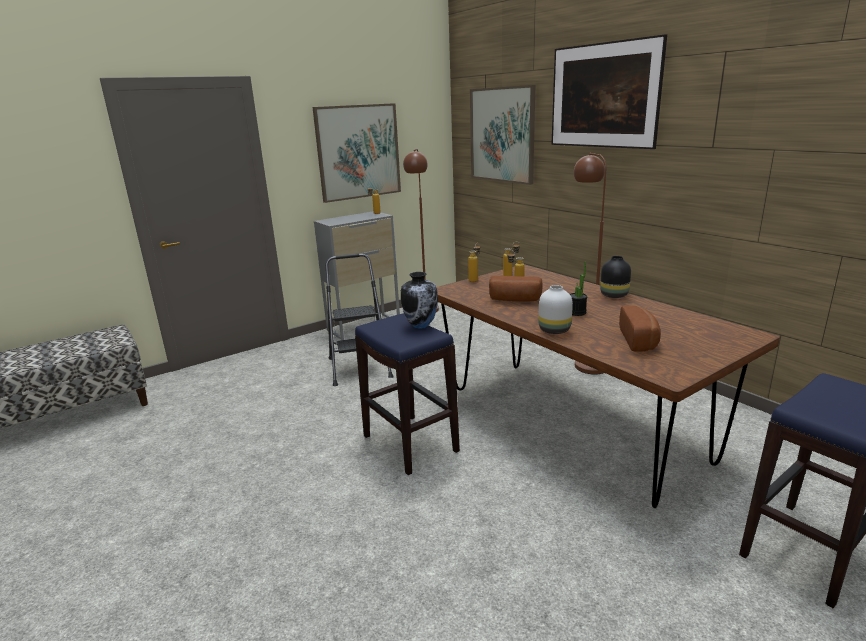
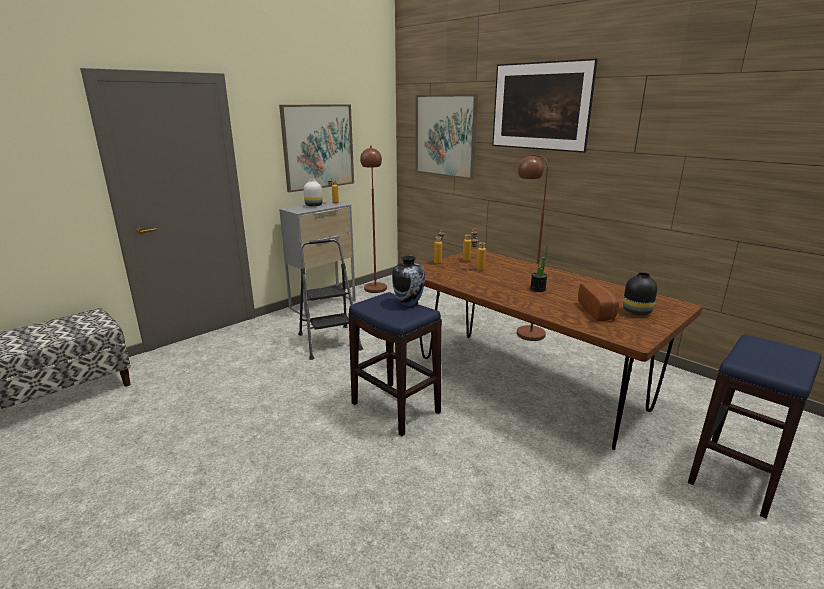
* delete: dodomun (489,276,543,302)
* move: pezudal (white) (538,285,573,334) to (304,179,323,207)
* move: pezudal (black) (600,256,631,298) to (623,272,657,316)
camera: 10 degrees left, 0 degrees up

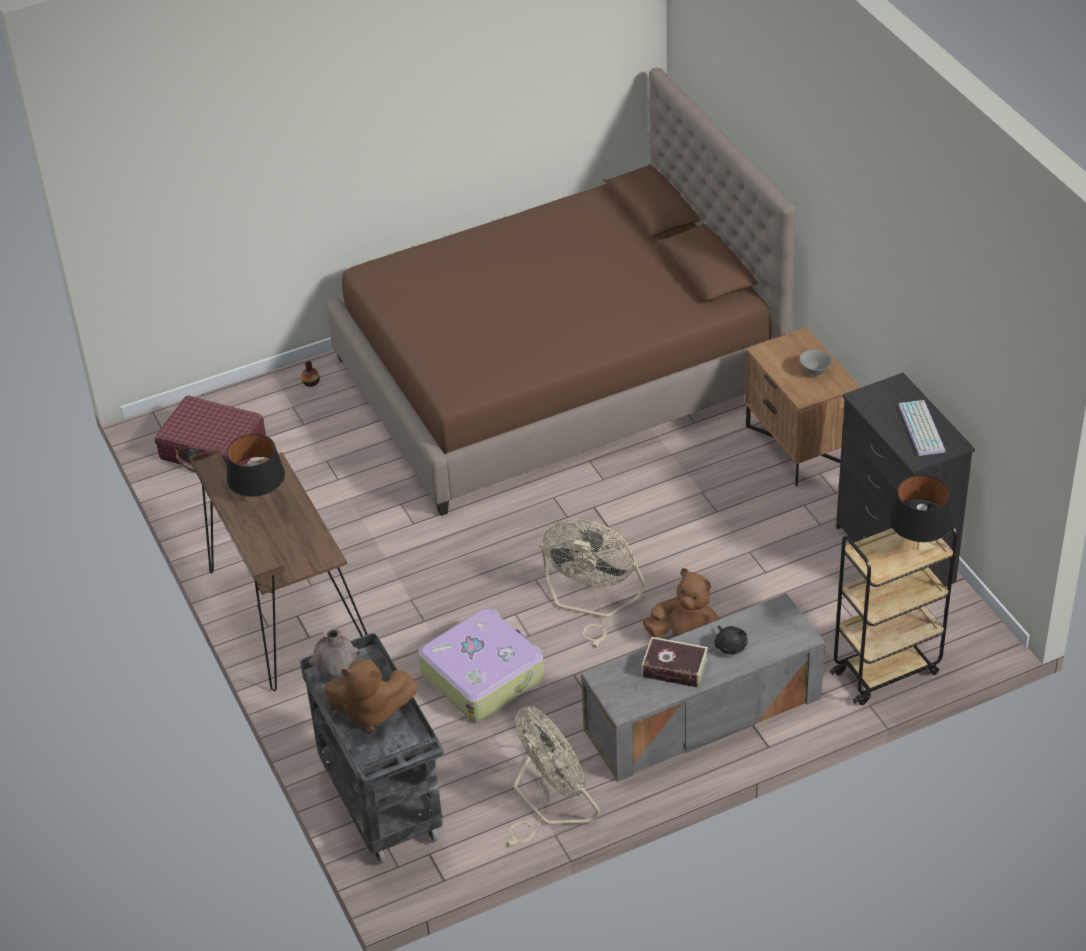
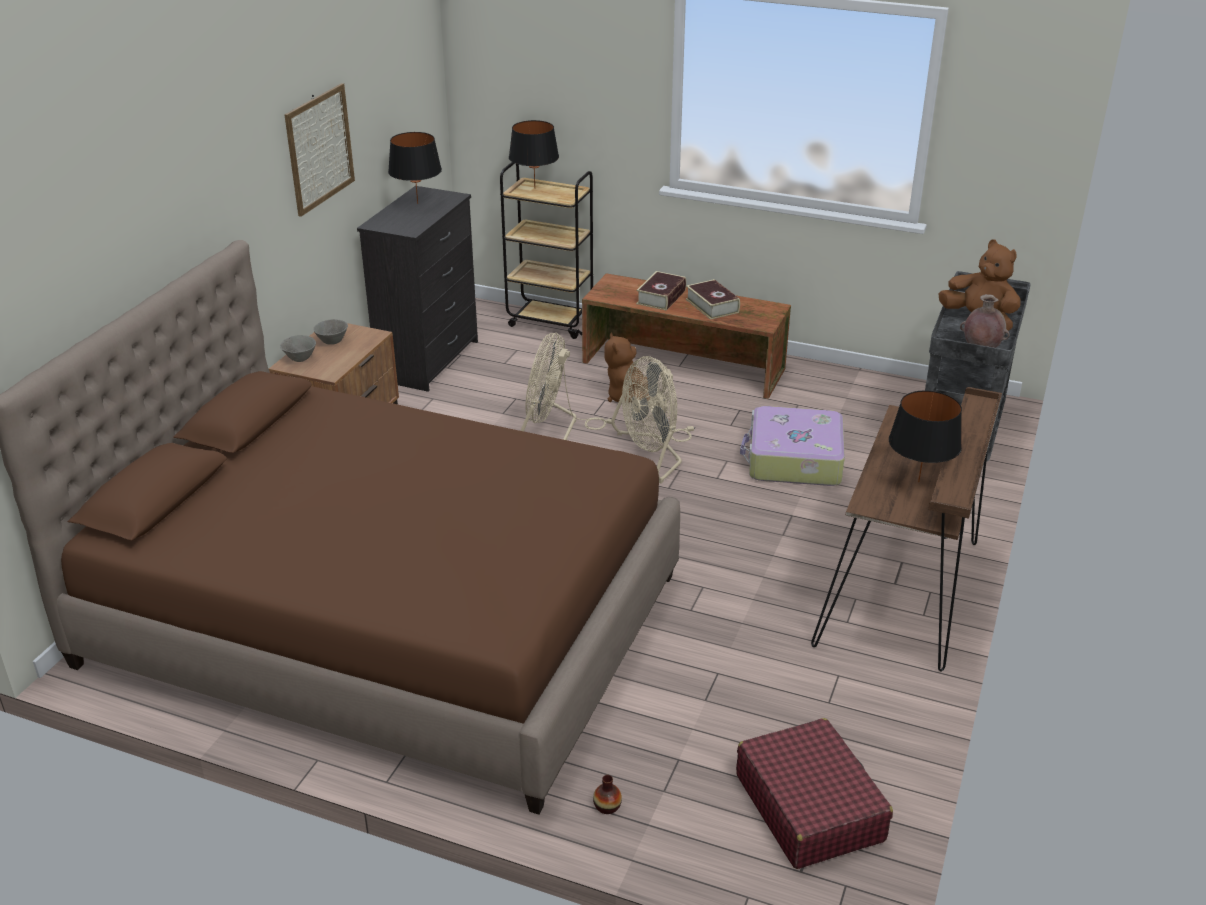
* move: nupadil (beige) (507,706,599,847) to (521,333,612,440)
* recolor: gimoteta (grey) (581,594,825,781) to gimoteta (brown) (582,273,791,399)
* replace: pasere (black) (714,626,748,654) to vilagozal (636,271,686,310)
* replace: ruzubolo (898,400,945,456) to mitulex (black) (388,132,442,204)
* insert: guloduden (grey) (280,335,316,362)
* insert: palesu (284,83,355,217)
camera: 135 degrees left, 10 degrees down

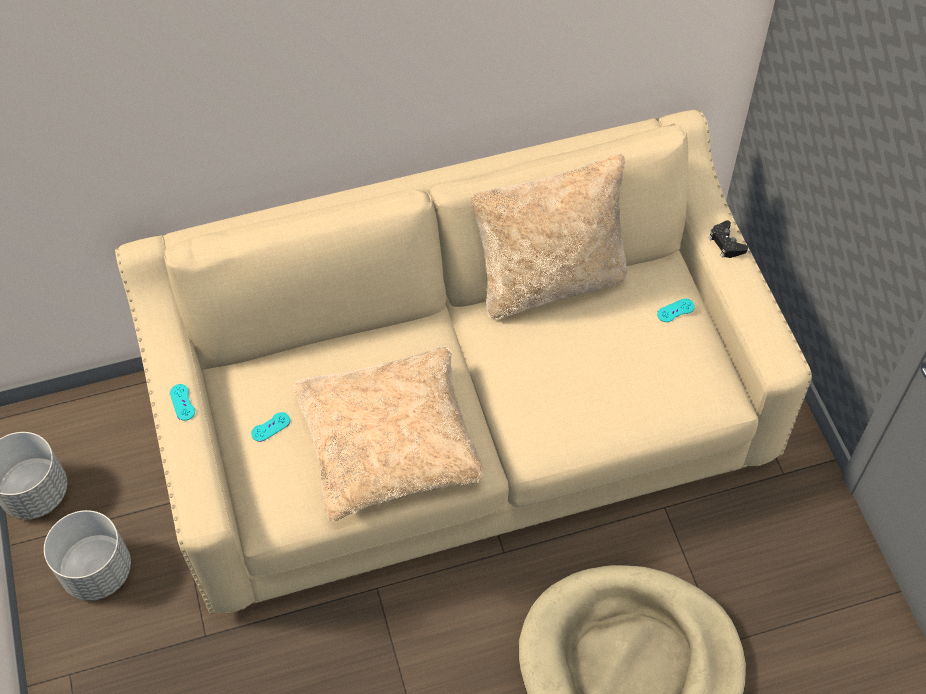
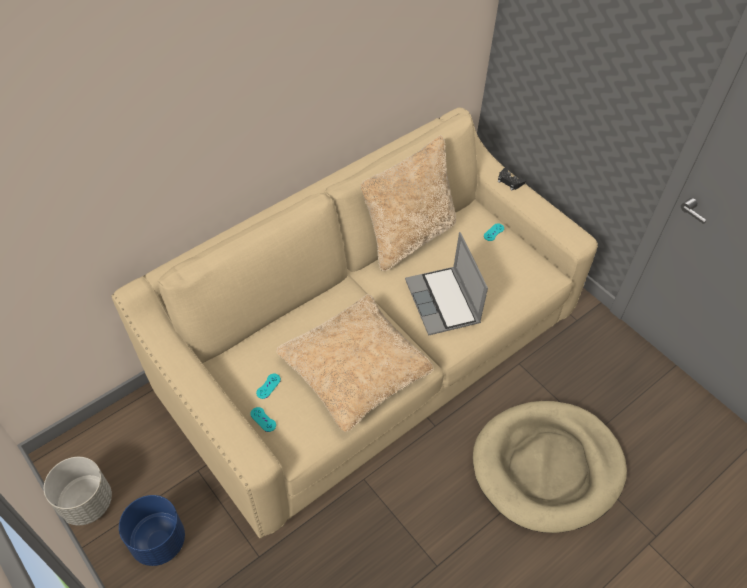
* recolor: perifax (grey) (44,510,131,601) to perifax (blue) (119,495,185,566)
* move: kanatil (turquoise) (170,384,195,421) to (250,407,276,432)
* insert: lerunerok (405,232,488,336)
camera: 25 degrees left, 5 degrees down

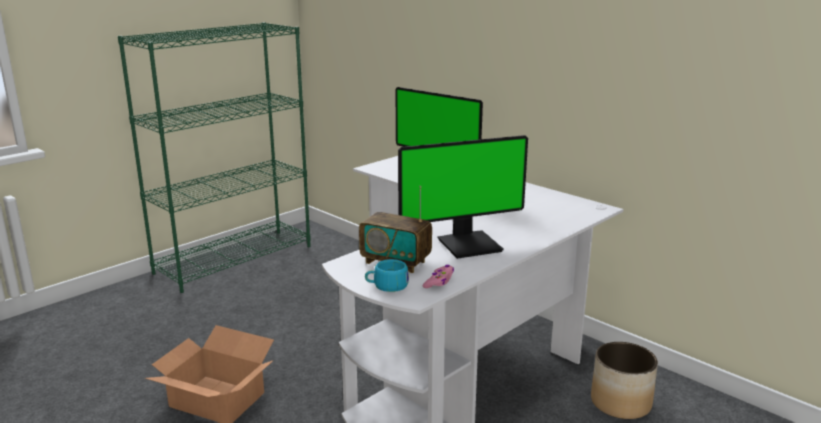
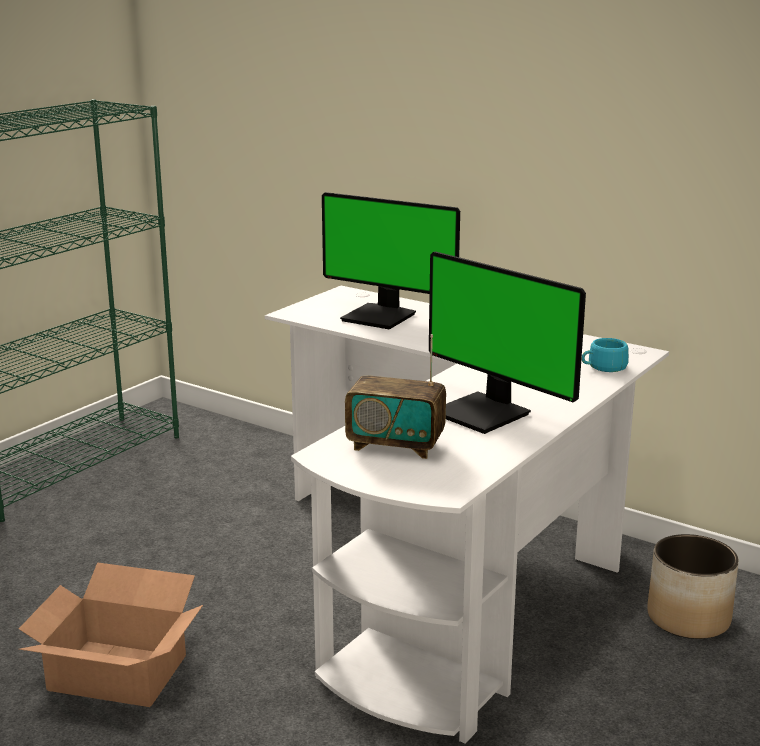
* move: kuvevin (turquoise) (365,259,409,292) to (582,338,629,372)
* rotate: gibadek (398,135,528,259) = (429,251,586,434) 75 degrees clockwise
* delete: kanatil (pink) (422,265,454,288)
camera: 10 degrees left, 0 degrees up

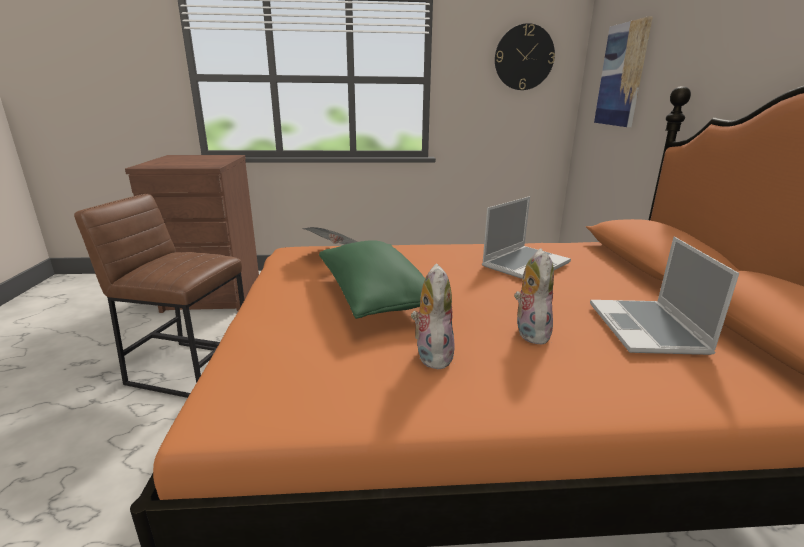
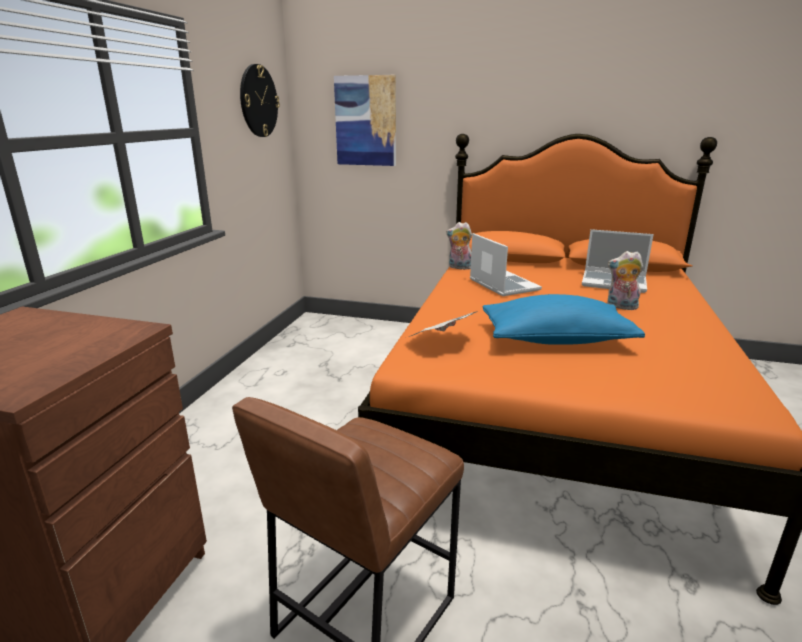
* recolor: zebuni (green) (319,240,425,319) to zebuni (blue) (483,294,645,345)
* move: pasere (411,263,455,369) to (446,222,472,270)
camera: 70 degrees left, 0 degrees up

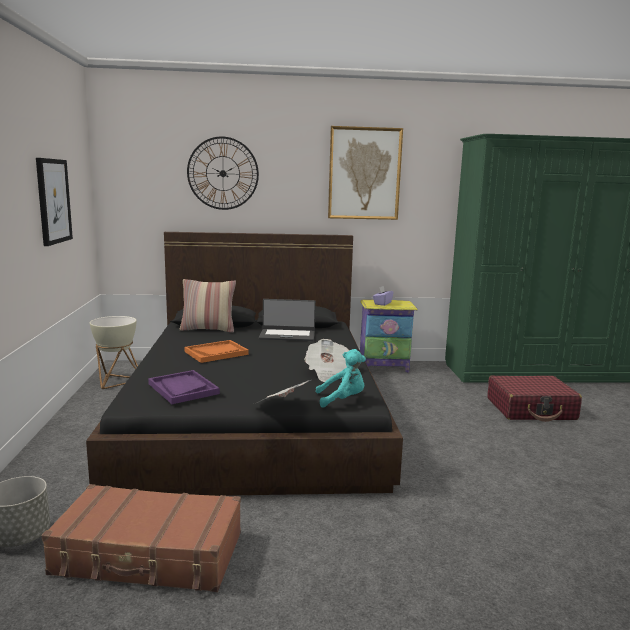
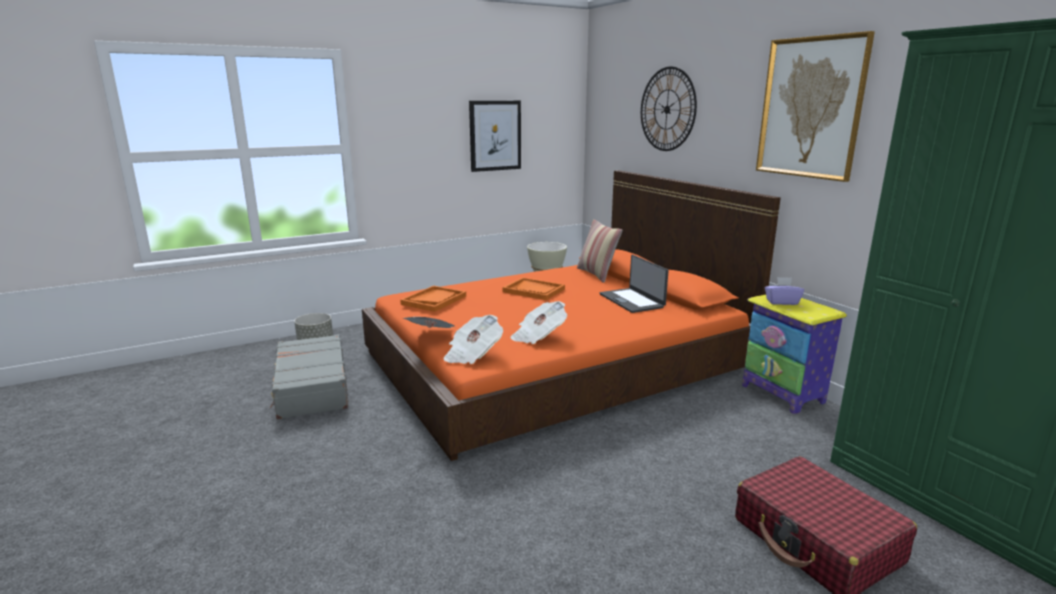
* recolor: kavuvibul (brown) (42,484,241,592) to kavuvibul (grey) (270,334,348,419)
* recolor: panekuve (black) (86,232,403,496) to panekuve (orange) (362,170,781,461)
* recolor: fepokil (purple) (148,370,220,404) to fepokil (orange) (400,286,466,312)
* replace: pasere (turquoise) (316,349,366,408) to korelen (443,315,503,364)
camera: 65 degrees right, 5 degrees up

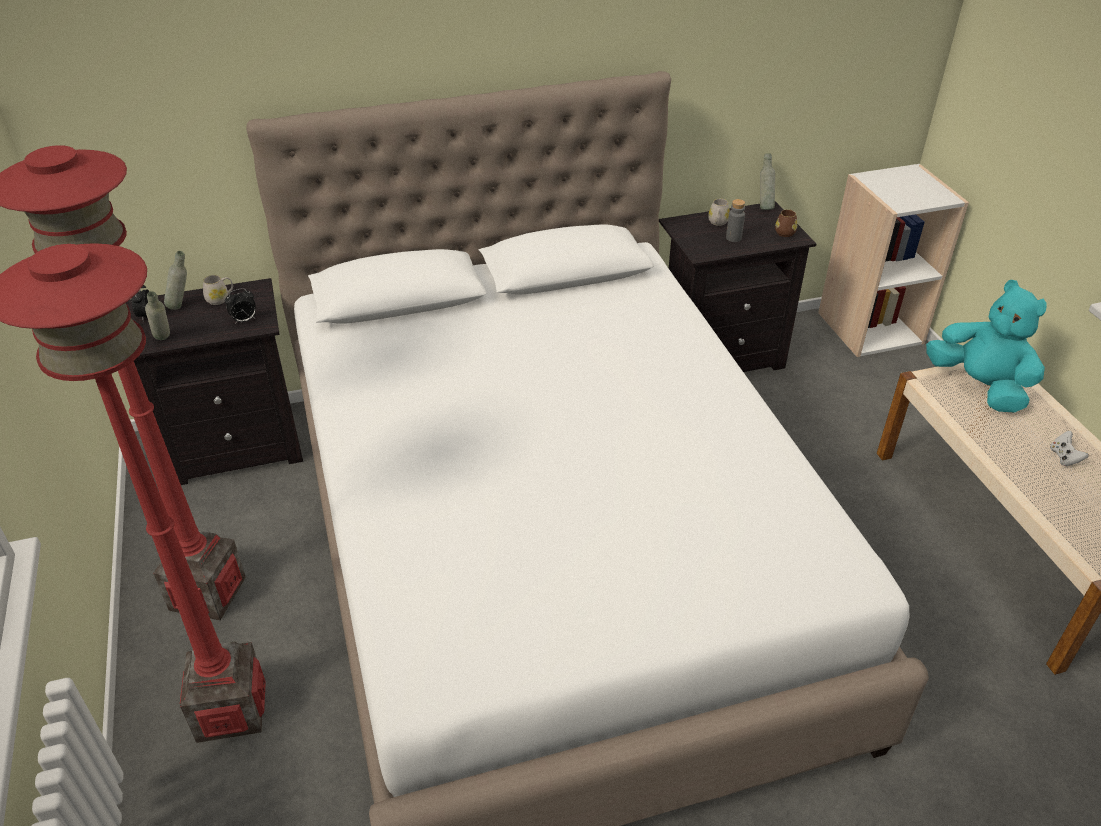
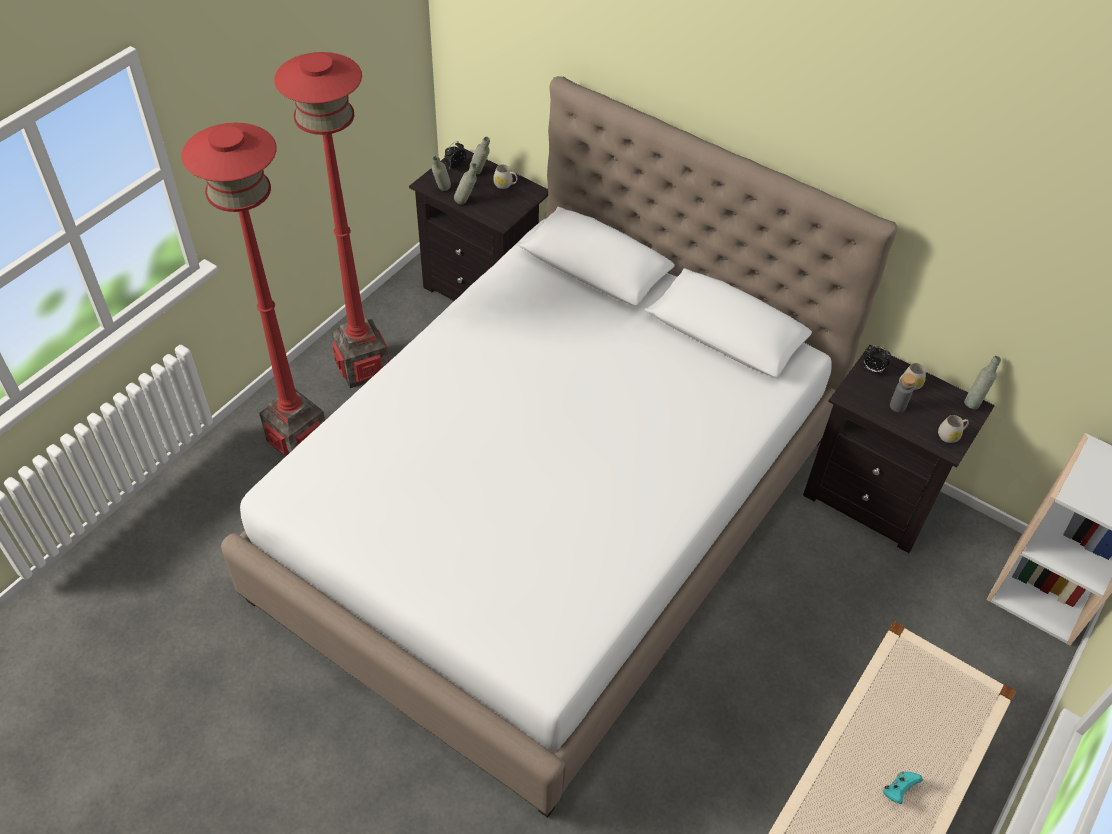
* move: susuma (225,288,256,323) to (863,345,891,373)
* recolor: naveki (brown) (775,209,797,237) to naveki (white) (938,415,969,443)
* delete: pasere (turquoise) (926,280,1047,412)
* recolor: kanatil (white) (1050,431,1089,466) to kanatil (turquoise) (883,772,923,804)
* insert: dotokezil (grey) (454,163,478,204)
camera: 50 degrees right, 10 degrees up

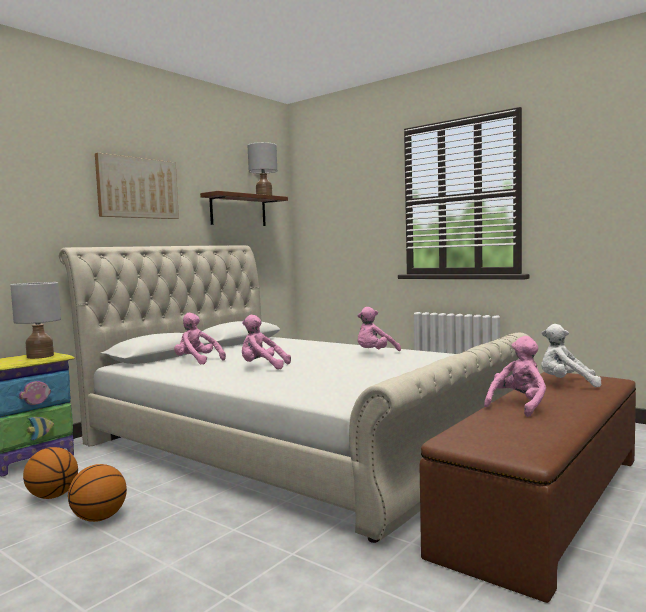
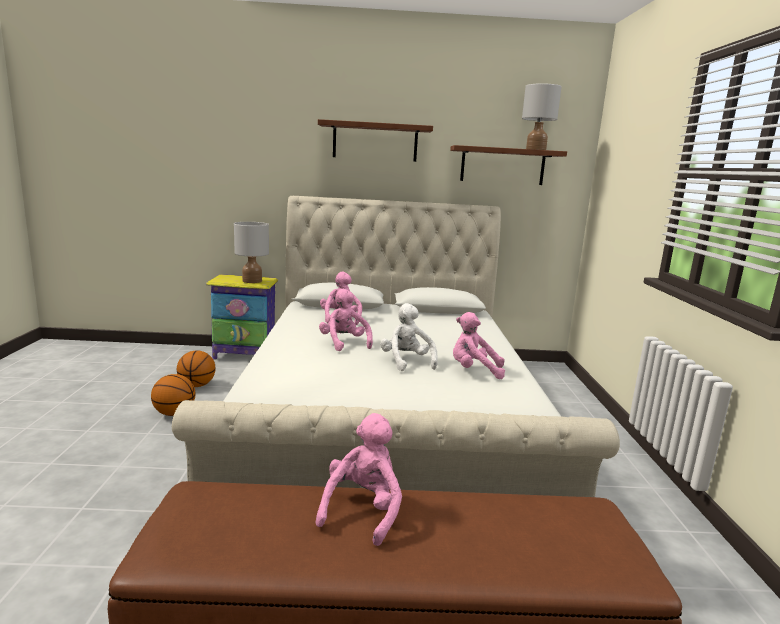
* replace: palesu (95,153,179,219) to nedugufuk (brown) (318,119,433,162)
* rotate: pasere (pink) (484,336,546,417) = (316,413,402,546) 75 degrees counterclockwise
* move: pasere (white) (541,324,601,387) to (380,303,438,371)
camera: 50 degrees right, 10 degrees up

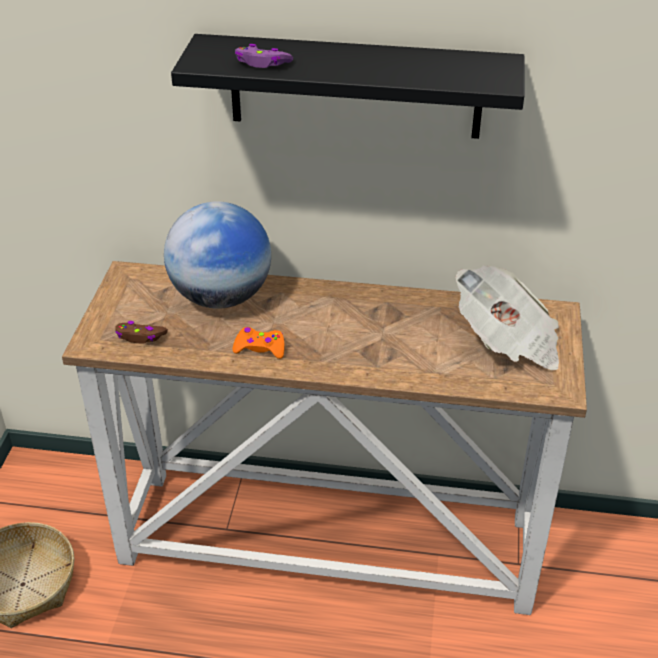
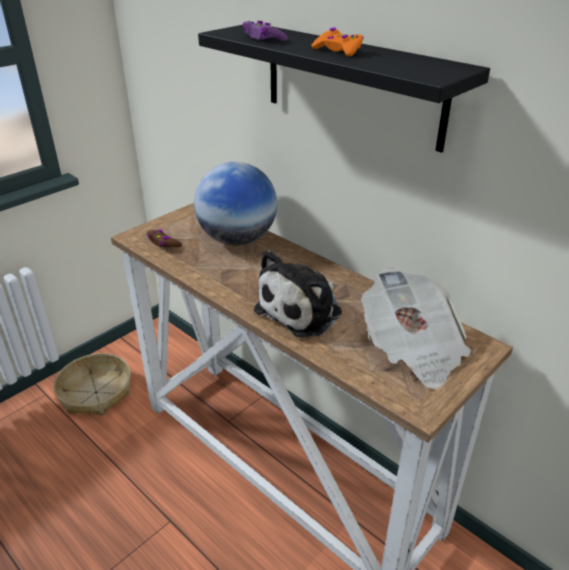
* move: kanatil (orange) (232,327,285,359) to (311,28,364,56)
* insert: pasere (254,250,342,338)
camera: 35 degrees right, 5 degrees down

